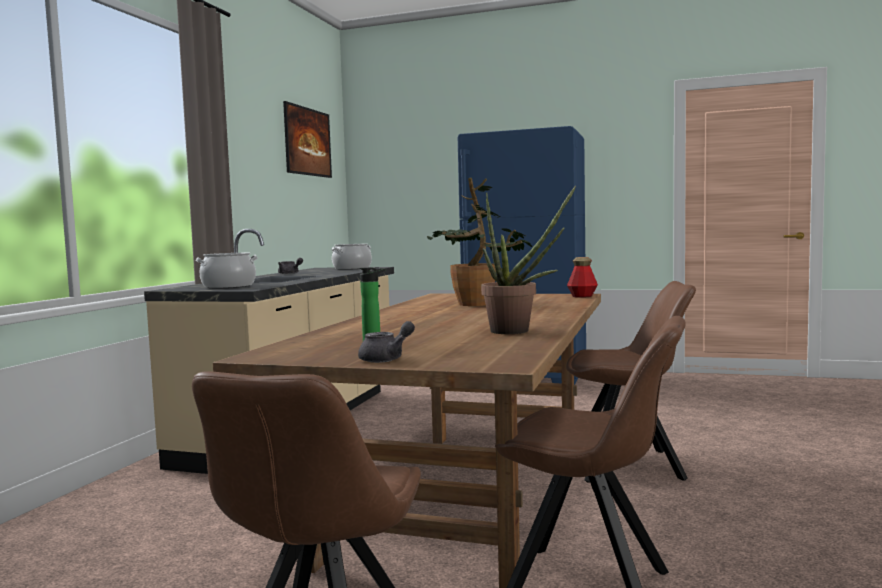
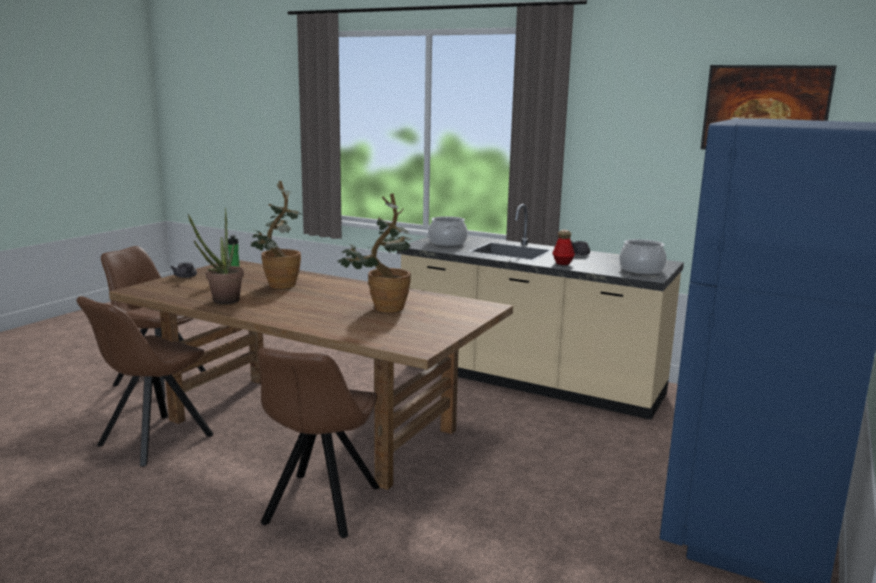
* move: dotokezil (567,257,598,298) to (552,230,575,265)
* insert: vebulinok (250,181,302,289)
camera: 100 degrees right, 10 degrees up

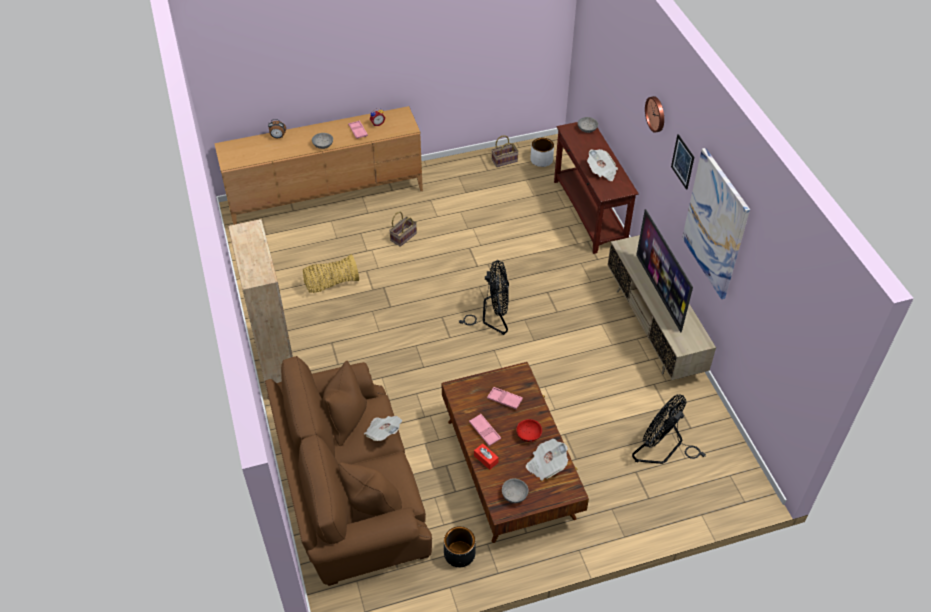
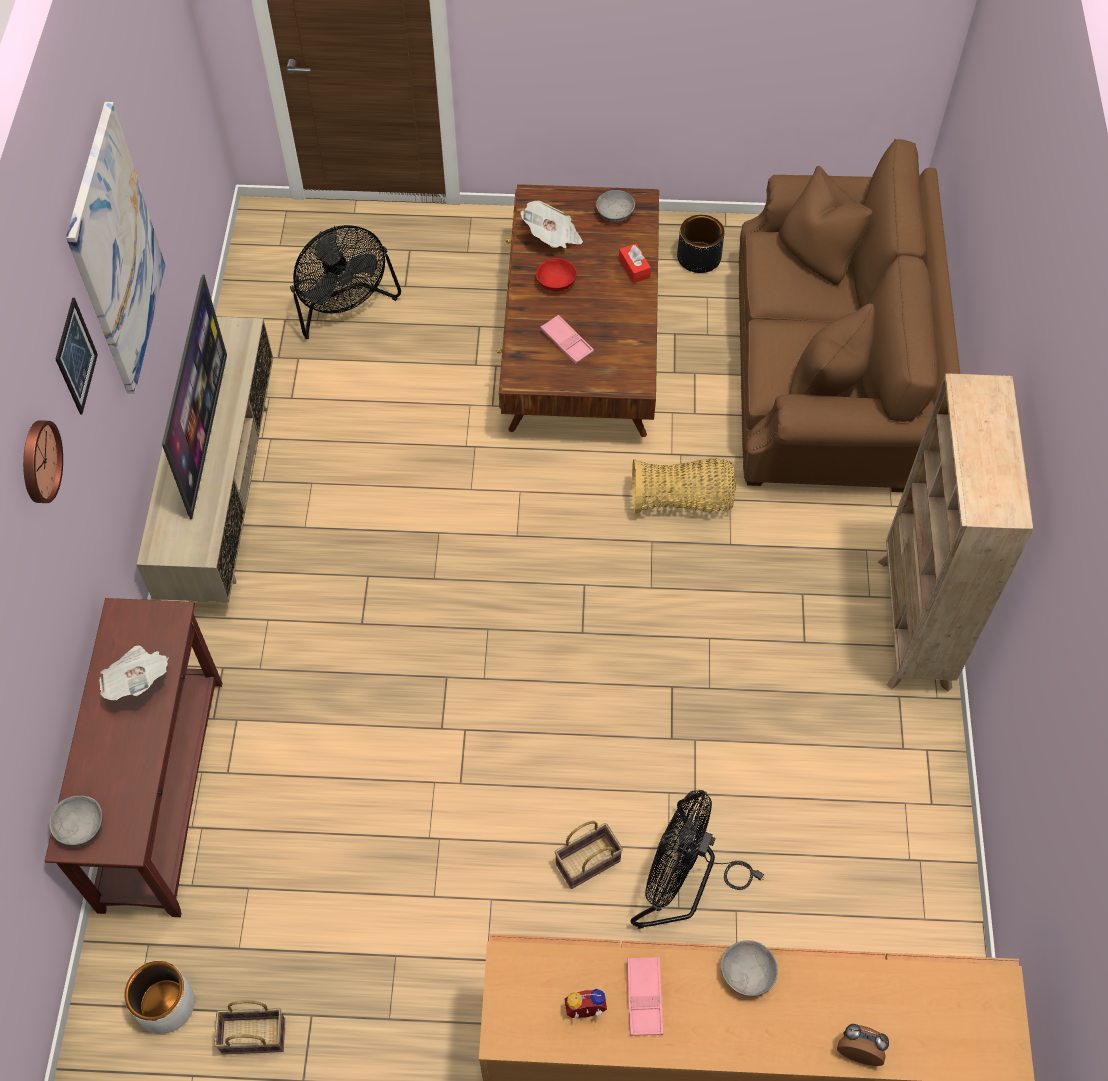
* move: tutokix (303,254,359,293) to (632,458,736,514)
* delete: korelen (364,416,402,441)
* move: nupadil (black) (459,260,509,335) to (630,790,765,929)
* delete: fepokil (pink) (469,414,501,446)
camera: 160 degrees left, 10 degrees up

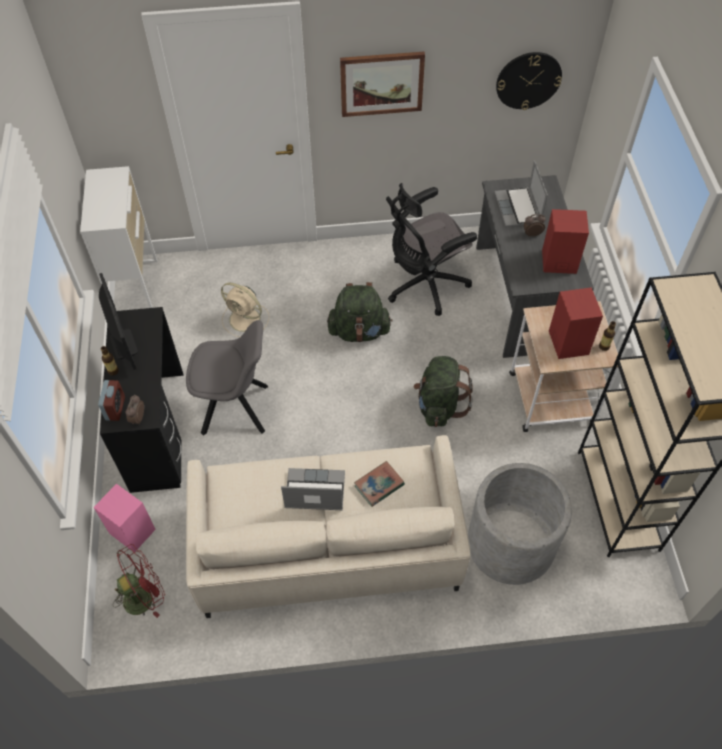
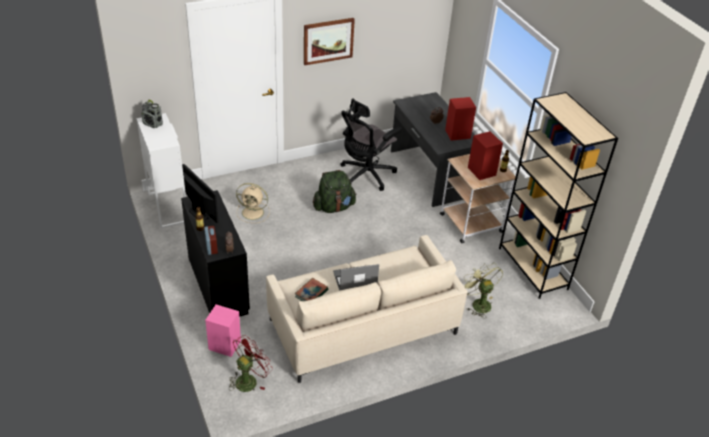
* delete: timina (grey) (186,320,268,436)
* move: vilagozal (354,461,405,507) to (295,278,328,301)
* delete: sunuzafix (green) (413,356,473,427)
* replace: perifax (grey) (468,463,572,585) to nupadil (green) (462,263,503,318)
* delete: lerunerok (495,160,548,227)
* delete: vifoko (496,52,562,110)
* insert: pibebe (141,100,163,128)
camera: 20 degrees left, 15 degrees down

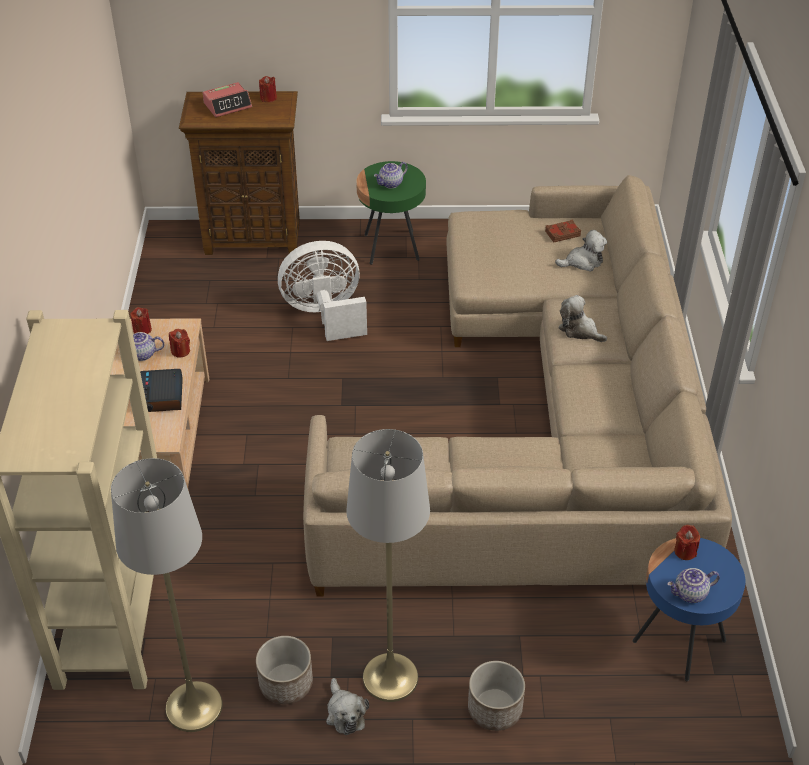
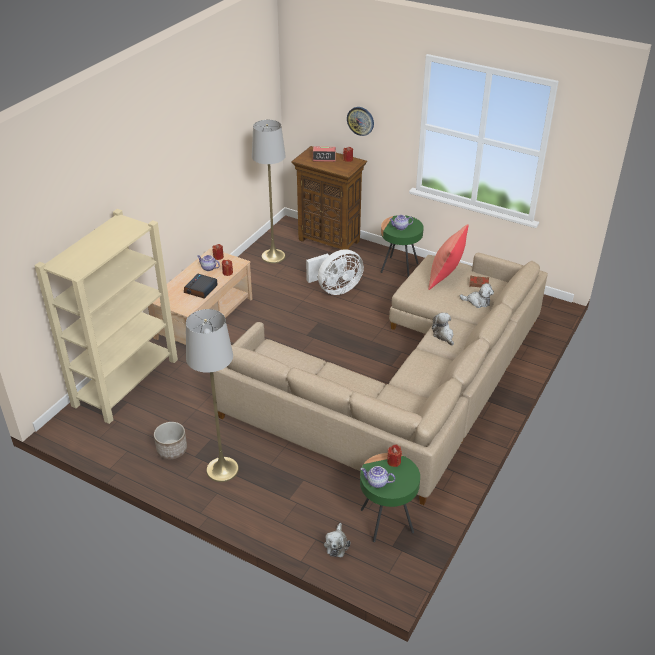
* move: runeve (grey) (111,458,223,732) to (252,120,286,263)
* rotate: nupadil (white) (278,241,367,341) = (306,249,364,295) 135 degrees clockwise
* move: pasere (326,678,369,735) to (324,523,350,557)
* delete: perifax (468,661,525,731)
* recolor: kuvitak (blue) (633,538,746,681) to kuvitak (green) (360,453,420,542)
* insert: vifoko (347,107,374,136)
* insert: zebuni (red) (428,224,468,290)
camera: 30 degrees right, 5 degrees down

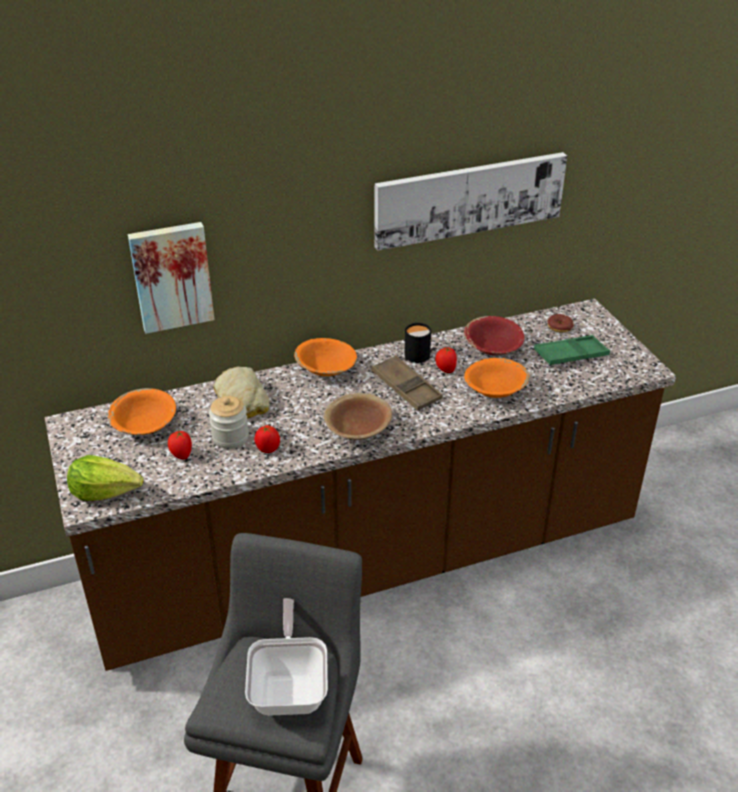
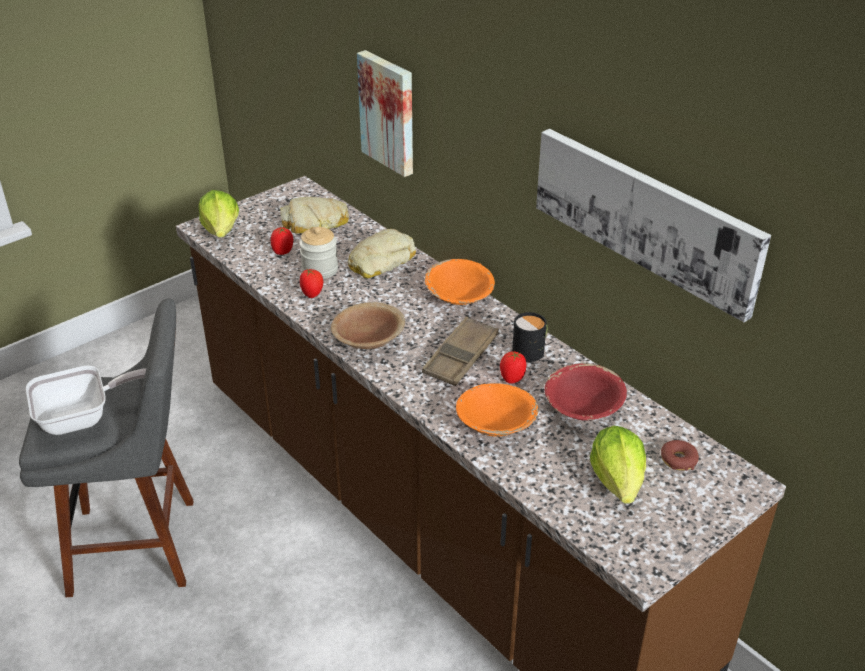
* replace: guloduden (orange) (107,388,176,435) to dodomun (280,197,349,234)
* replace: fepokil (green) (534,335,610,366) to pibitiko (590,426,646,504)
camera: 70 degrees right, 0 degrees up

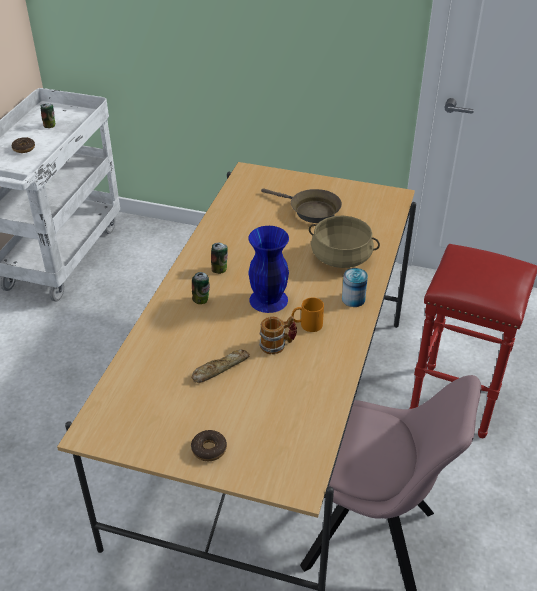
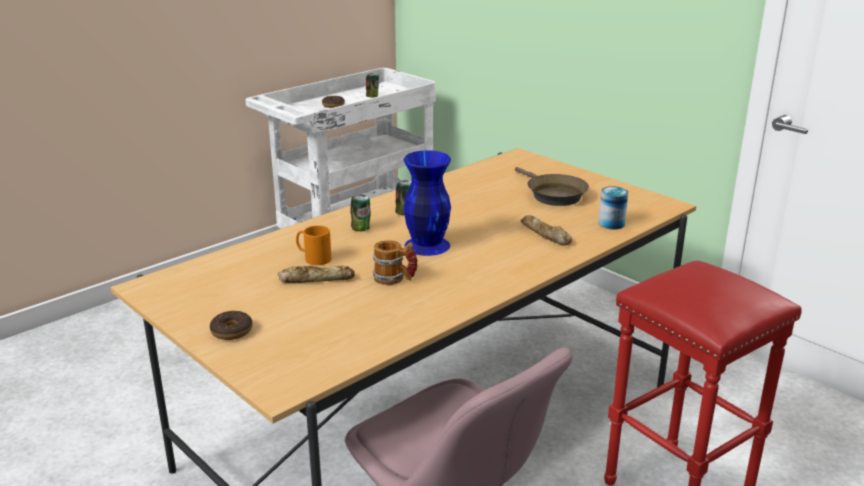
* move: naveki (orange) (292,297,324,332) to (296,225,331,265)
* replace: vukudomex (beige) (309,216,380,268) to dodomun (521,215,572,245)
* move: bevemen (342,268,368,307) to (598,186,628,230)
camera: 30 degrees right, 15 degrees down

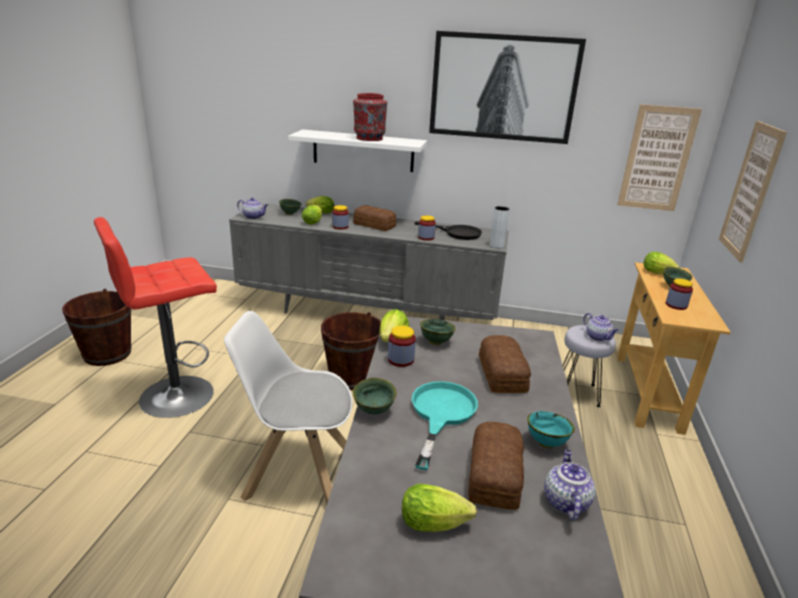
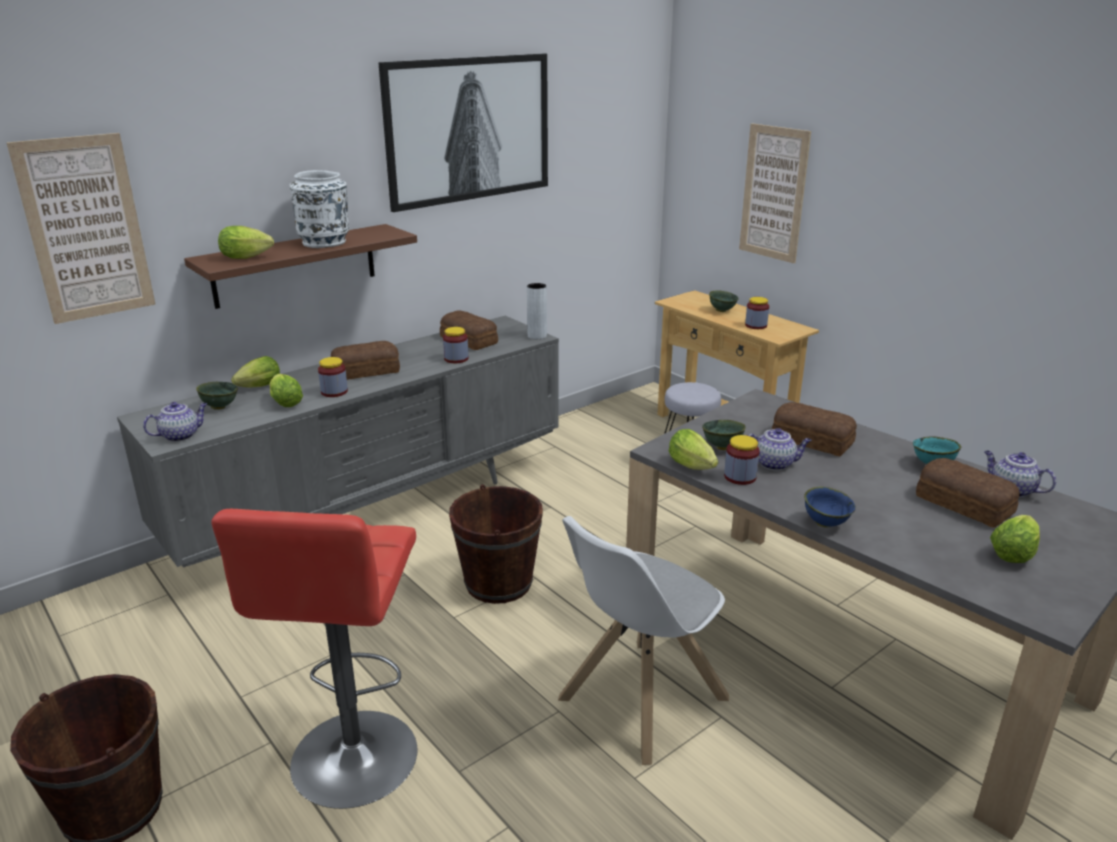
* recolor: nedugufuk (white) (288,129,427,172) to nedugufuk (brown) (184,224,417,309)
* recolor: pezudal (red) (353,93,387,141) to pezudal (white) (289,170,349,248)
* recolor: guloduden (green) (353,378,397,414) to guloduden (blue) (804,487,856,527)
* delete: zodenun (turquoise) (412,381,478,470)
* replace: zodenun (black) (415,221,482,240) to dodomun (440,311,498,350)
* move: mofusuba (583,313,619,341) to (747,428,812,470)
* move: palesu (617,104,702,211) to (7,133,156,324)
* move: pibitiko (643,252,680,274) to (218,226,274,259)
camera: 50 degrees left, 0 degrees up

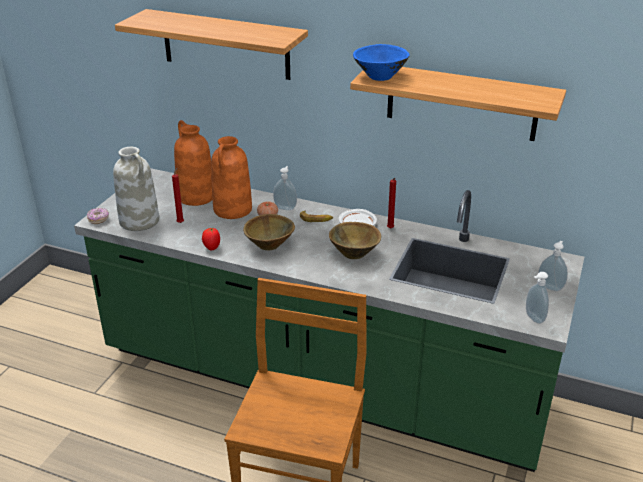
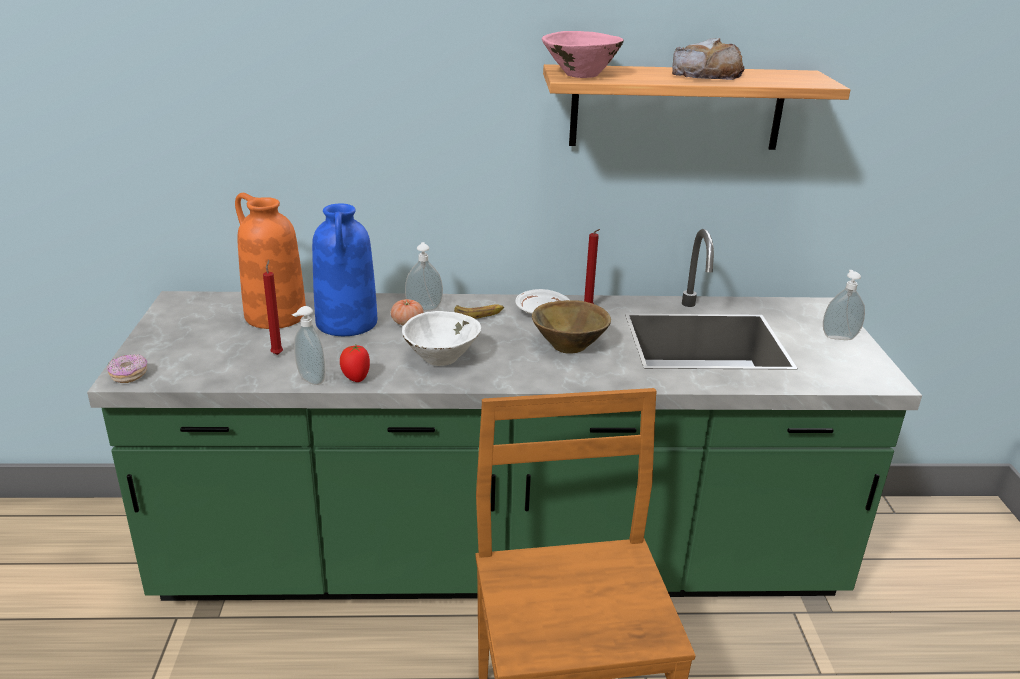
* delete: pezudal (white) (113,147,159,231)
* delete: nedugufuk (115,9,308,80)
* recolor: pezudal (orange) (211,136,252,219) to pezudal (blue) (312,204,377,336)
* recolor: guloduden (brown) (243,214,295,250) to guloduden (white) (402,311,481,366)
* recolor: guloduden (blue) (353,44,410,81) to guloduden (pink) (542,31,624,78)
* move: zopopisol (526,272,549,324) to (292,306,325,385)
* insert: dodomun (672,38,745,80)
camera: 25 degrees left, 5 degrees down

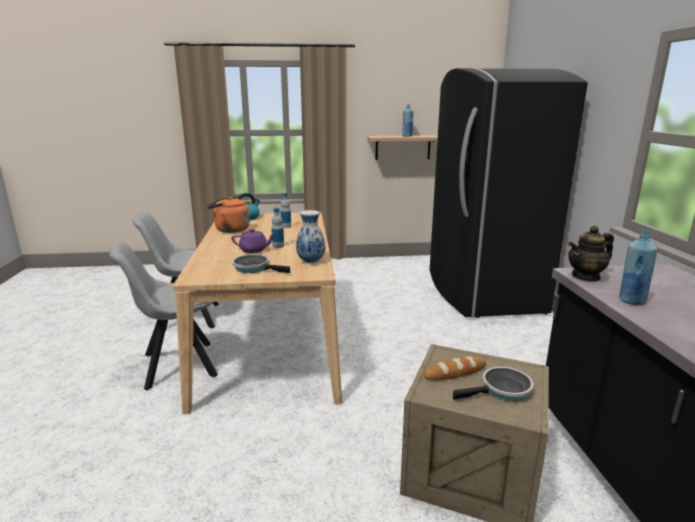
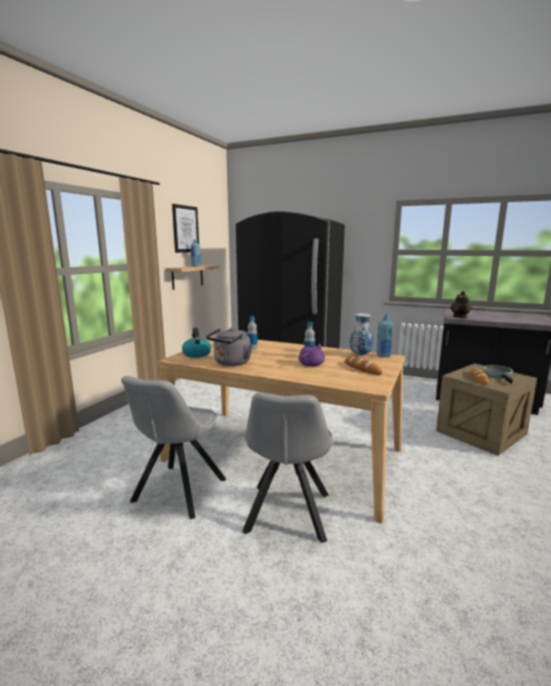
* recolor: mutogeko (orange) (207,196,250,233) to mutogeko (grey) (206,328,253,366)
* replace: zodenun (232,254,290,273) to dodomun (344,357,382,375)
* move: dotokezil (blue) (619,231,657,305) to (377,315,393,357)
* insert: palesu (172,204,199,253)
camera: 60 degrees left, 5 degrees down

